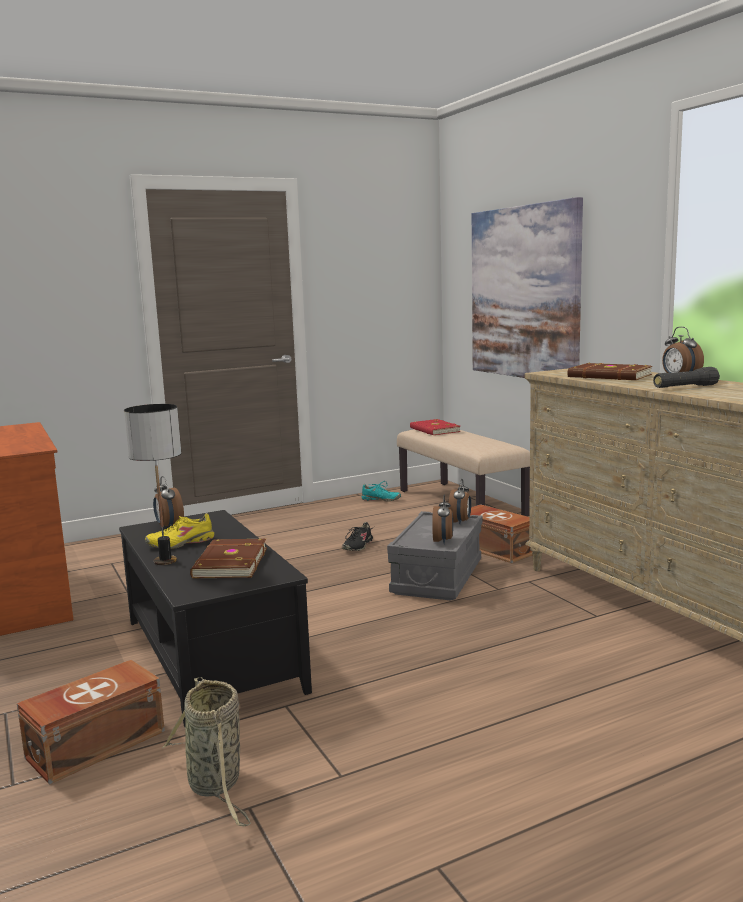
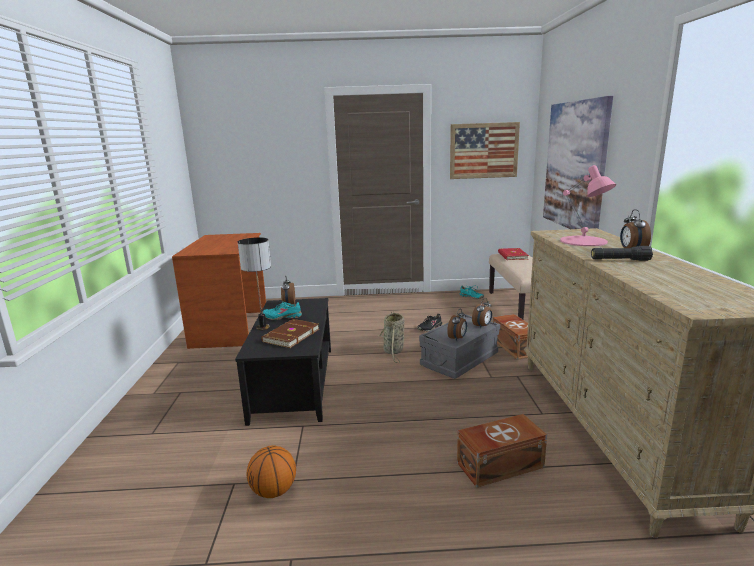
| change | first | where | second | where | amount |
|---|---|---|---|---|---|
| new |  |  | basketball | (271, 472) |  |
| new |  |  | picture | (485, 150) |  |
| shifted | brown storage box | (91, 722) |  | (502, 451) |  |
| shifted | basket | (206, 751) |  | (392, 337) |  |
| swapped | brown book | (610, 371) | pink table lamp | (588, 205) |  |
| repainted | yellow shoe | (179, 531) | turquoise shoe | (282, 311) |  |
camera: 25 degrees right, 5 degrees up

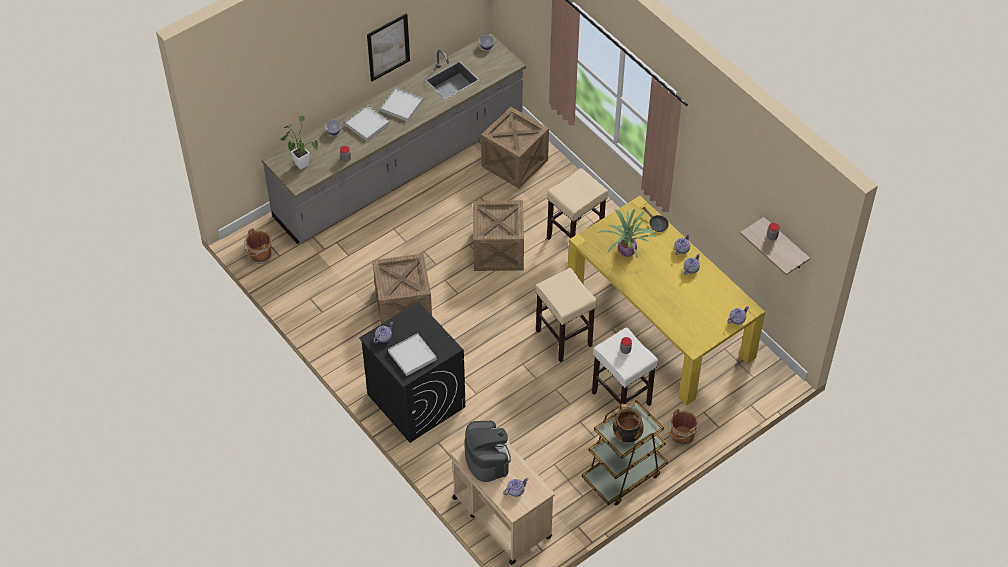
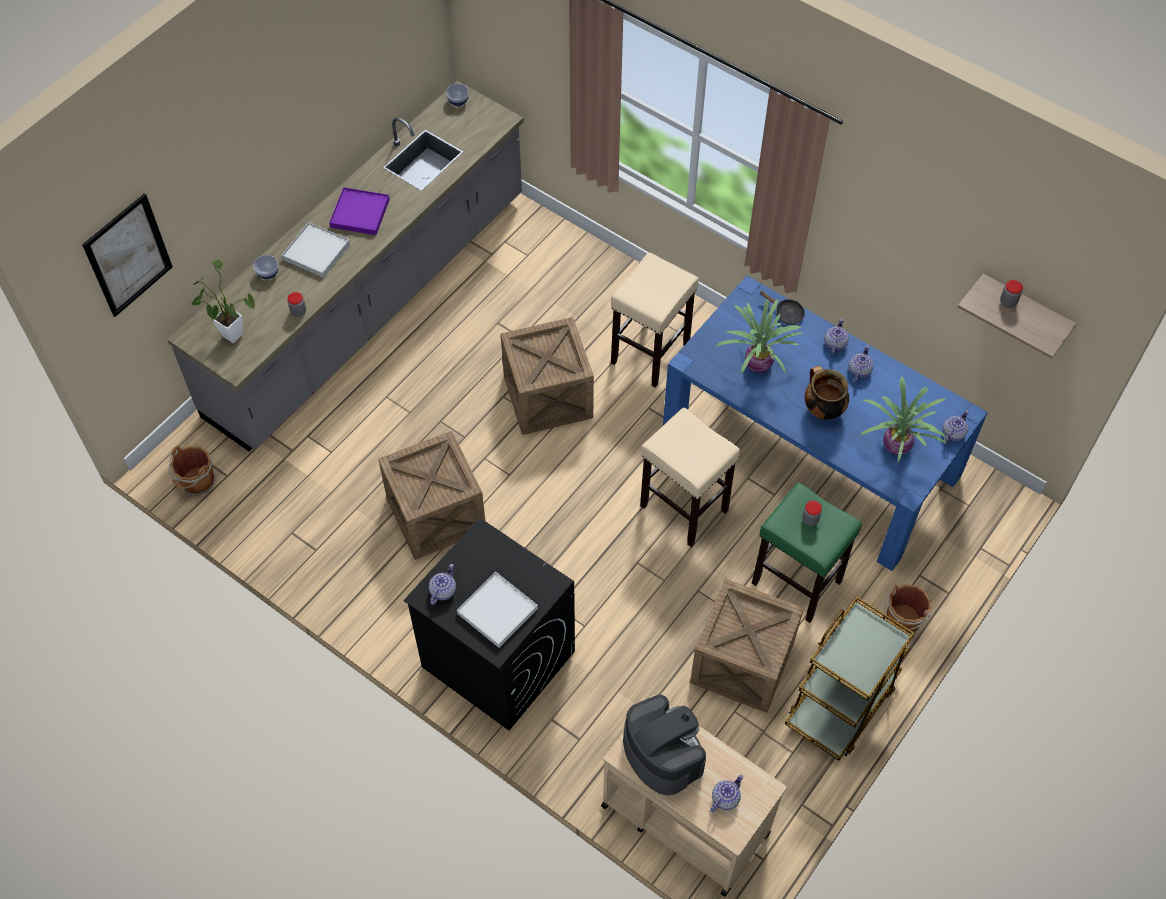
| change | first | where | second | where | amount |
|---|---|---|---|---|---|
| new |  |  | potted plant | (903, 419) |  |
| shifted | picture | (388, 47) |  | (127, 255) |  |
| shifted | crate | (515, 148) |  | (747, 646) |  |
| shifted | cooking pot | (628, 423) |  | (827, 393) |  |
| repainted | white tray | (401, 105) | purple tray | (359, 211) |  |
| repainted | yellow dining table | (666, 301) | blue dining table | (825, 423) |  |
| repainted | white stool | (625, 366) | green stool | (807, 553) |  |
camera: 15 degrees left, 5 degrees up

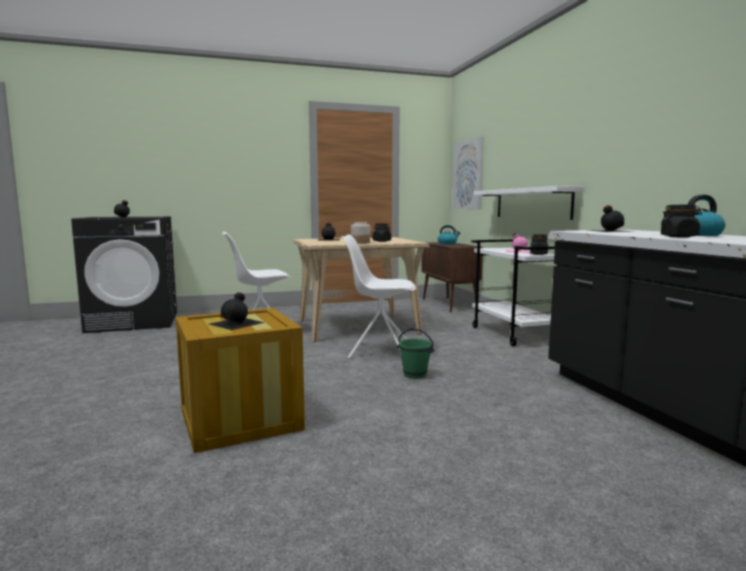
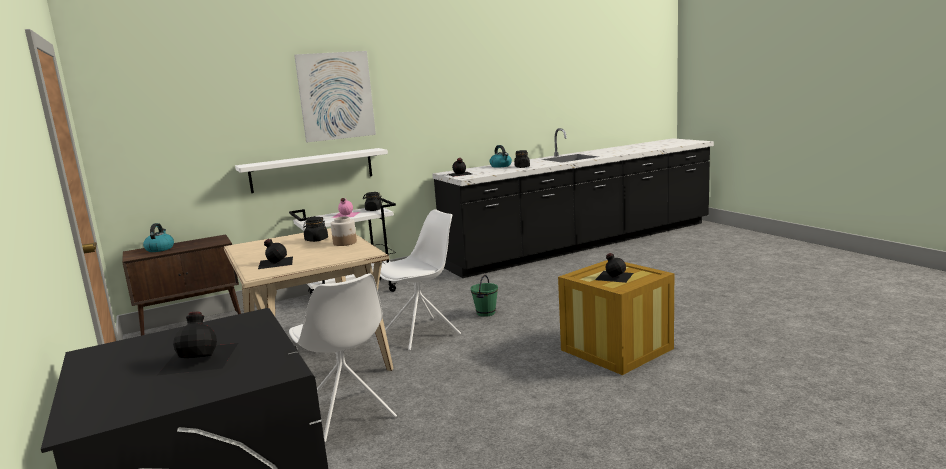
| change | first | where | second | where | amount |
|---|---|---|---|---|---|
| shifted | picture | (468, 173) |  | (335, 96) |  |
| rotated | white chair | (378, 296) |  | (420, 280) | 120 degrees counterclockwise |
camera: 100 degrees left, 5 degrees up

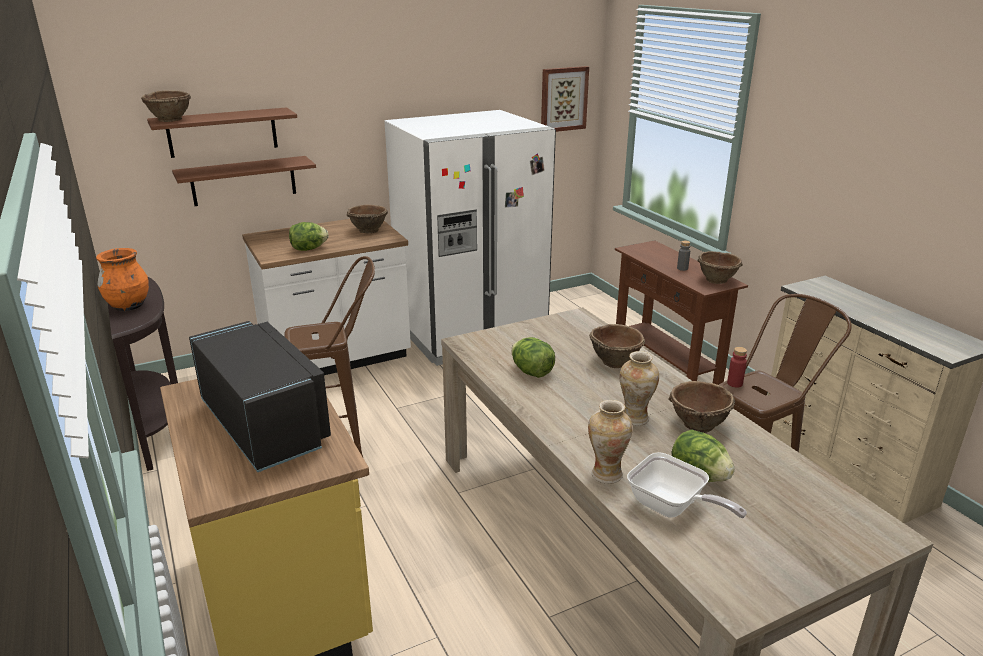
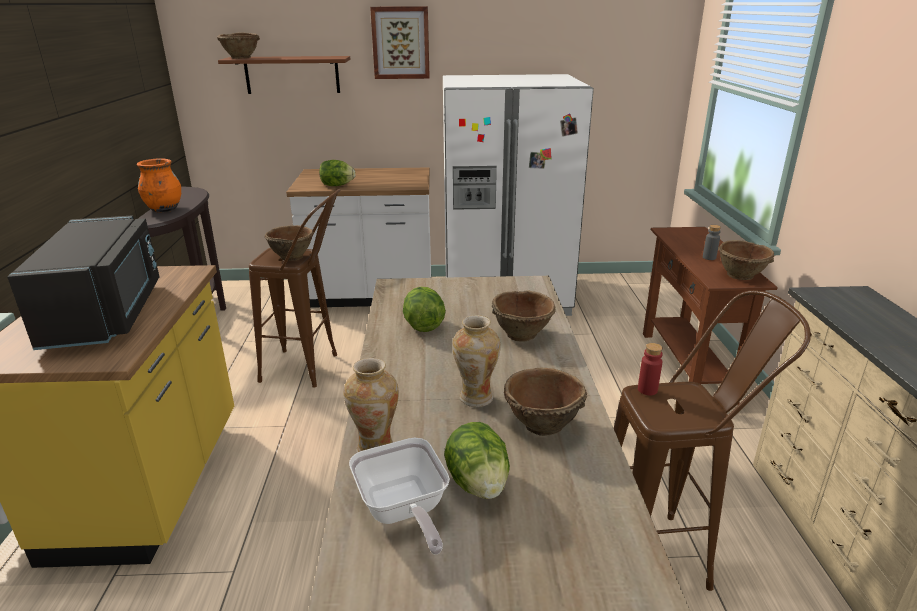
| change | first | where | second | where | amount |
|---|---|---|---|---|---|
| gone | brown shelf | (244, 181) |  |  |  |
| shifted | brown bowl | (367, 218) |  | (289, 243) |  |
| shifted | picture | (565, 99) |  | (400, 42) |  |
camera: 25 degrees right, 0 degrees up

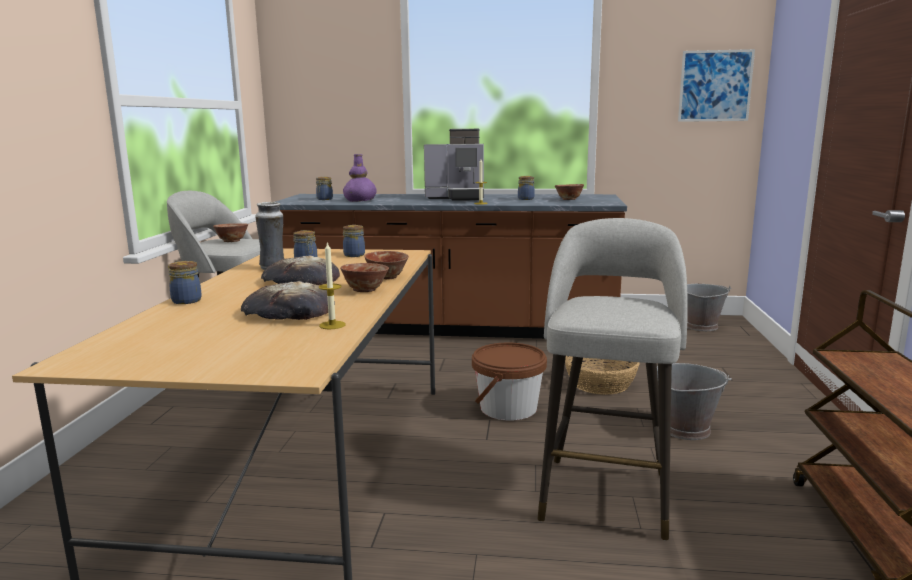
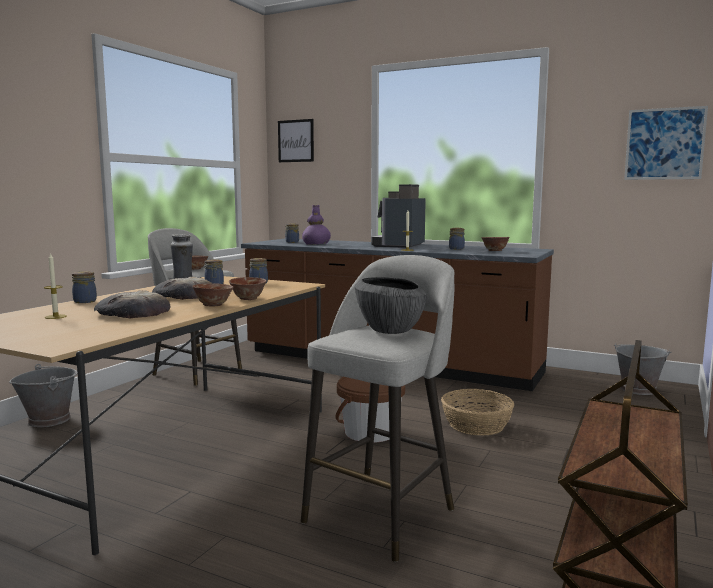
| change | first | where | second | where | amount |
|---|---|---|---|---|---|
| new |  |  | picture | (296, 140) |  |
| new |  |  | bowl | (391, 305) |  |
| shifted | candle | (332, 285) |  | (55, 286) |  |
| shifted | grey bucket | (694, 401) |  | (43, 395) |  |
| rotated | coffee machine | (454, 165) |  | (398, 216) | 90 degrees clockwise |
camera: 20 degrees right, 5 degrees down

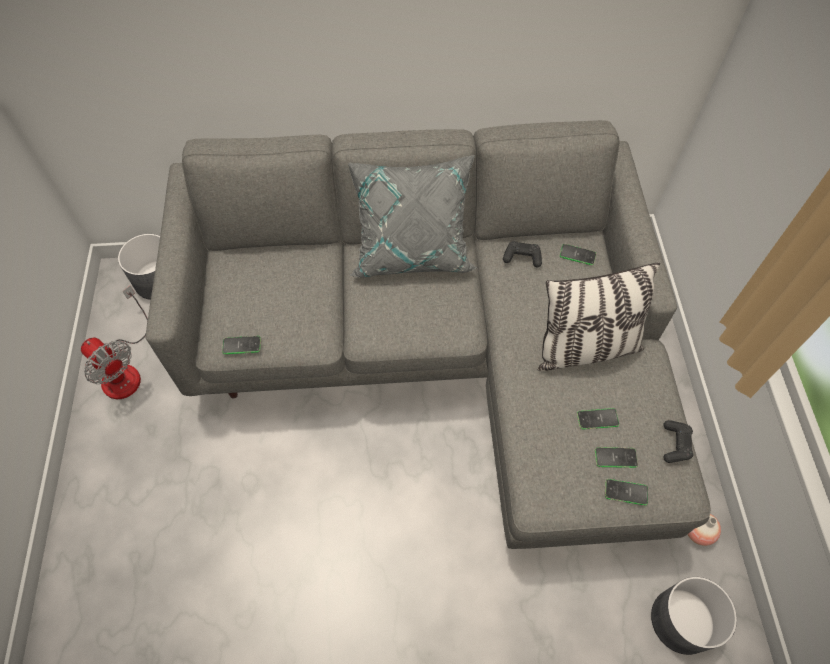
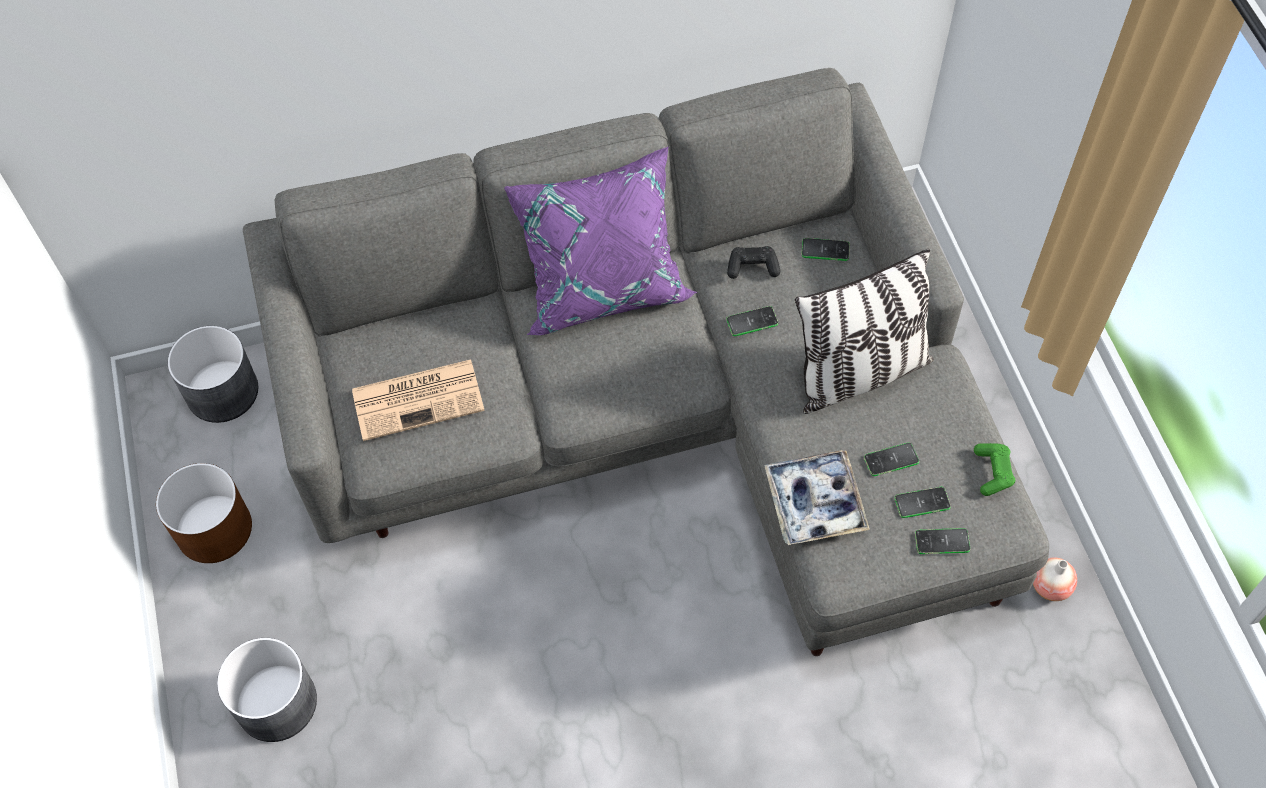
| change | first | where | second | where | amount |
|---|---|---|---|---|---|
| new |  |  | newspaper | (418, 400) |  |
| new |  |  | tray | (817, 497) |  |
| shifted | phone | (241, 345) |  | (752, 321) |  |
| shifted | grey planter | (694, 616) |  | (267, 690) |  |
| swapped | fan | (114, 342) | brown planter | (204, 513) |  |
| repainted | grey pillow | (413, 216) | purple pillow | (600, 241) |  |
| repainted | black game controller | (678, 441) | green game controller | (994, 469) |  |
camera: 10 degrees left, 0 degrees up

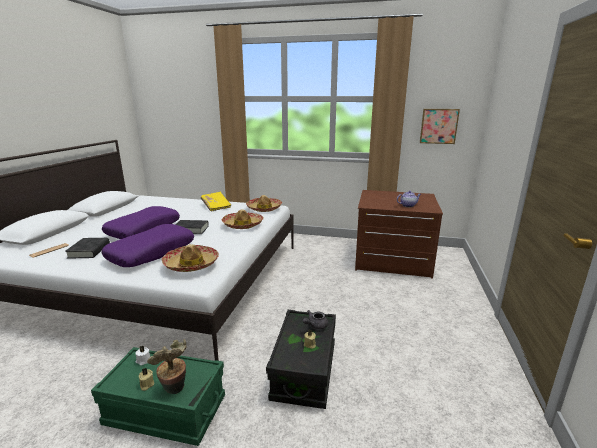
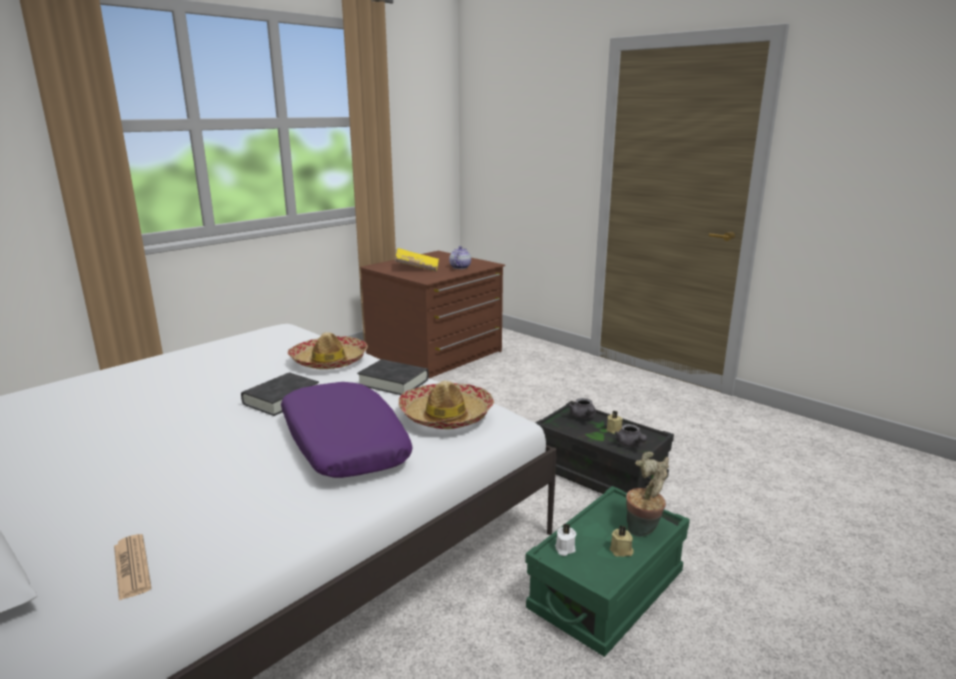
| change | first | where | second | where | amount |
|---|---|---|---|---|---|
| gone | purple pillow | (141, 222) |  |  |  |
| gone | hat | (264, 203) |  |  |  |
| gone | picture | (440, 126) |  |  |  |
| new |  |  | grey teapot | (631, 435) |  |
| shifted | black book | (87, 248) |  | (393, 377) |  |
| shifted | yellow book | (216, 202) |  | (417, 260) |  |
camera: 60 degrees left, 0 degrees up

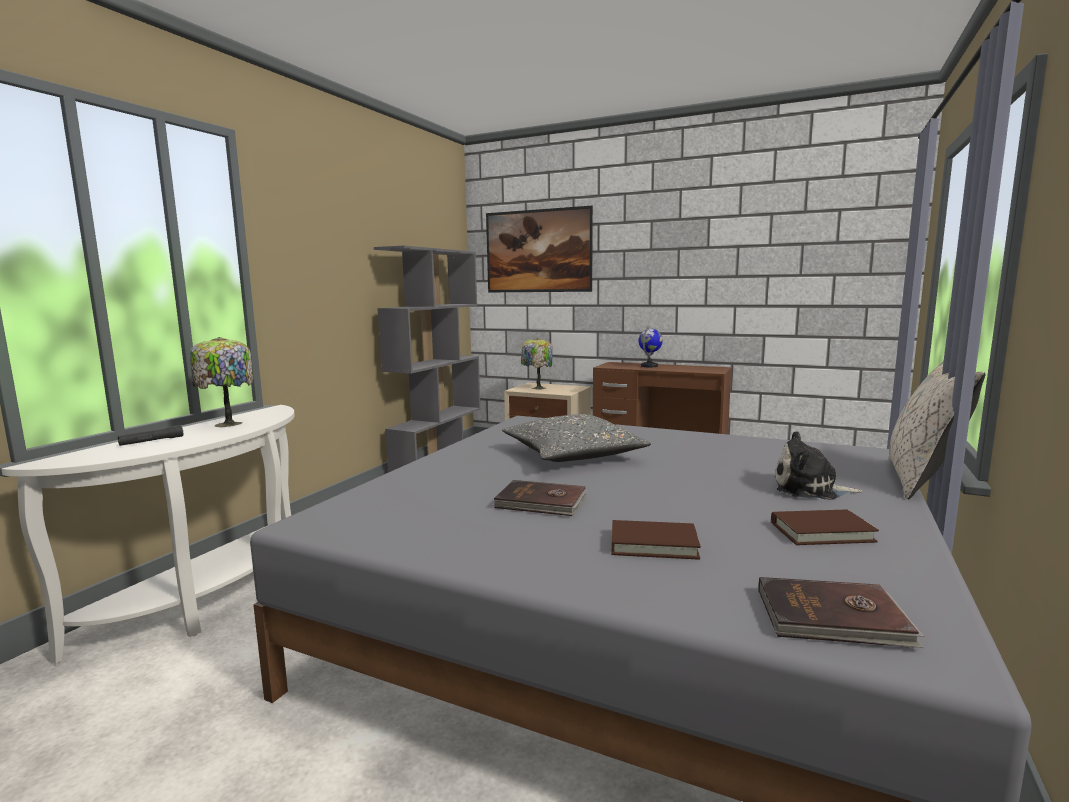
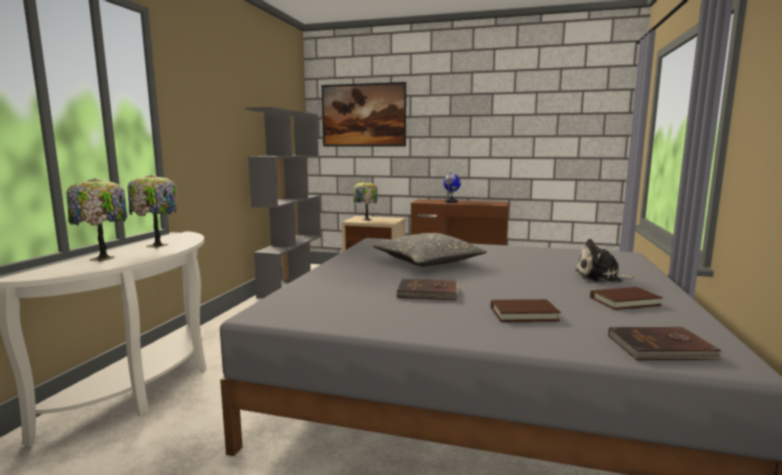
| change | first | where | second | where | amount |
|---|---|---|---|---|---|
| gone | beige pillow | (936, 429) |  |  |  |
| swapped | black flashlight | (150, 435) | table lamp | (96, 219) |  |
camera: 10 degrees left, 0 degrees up

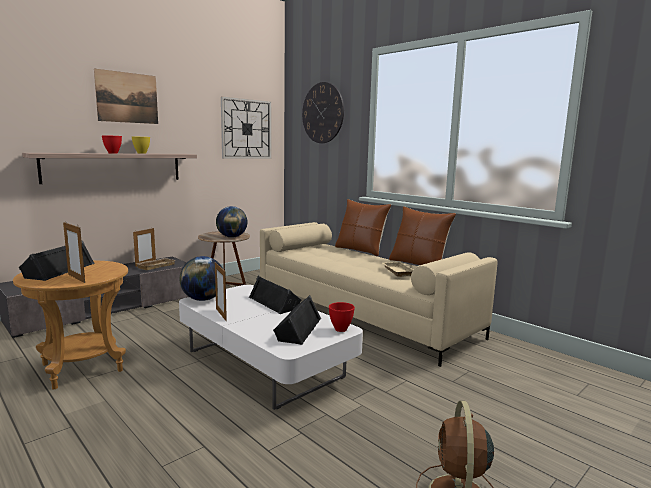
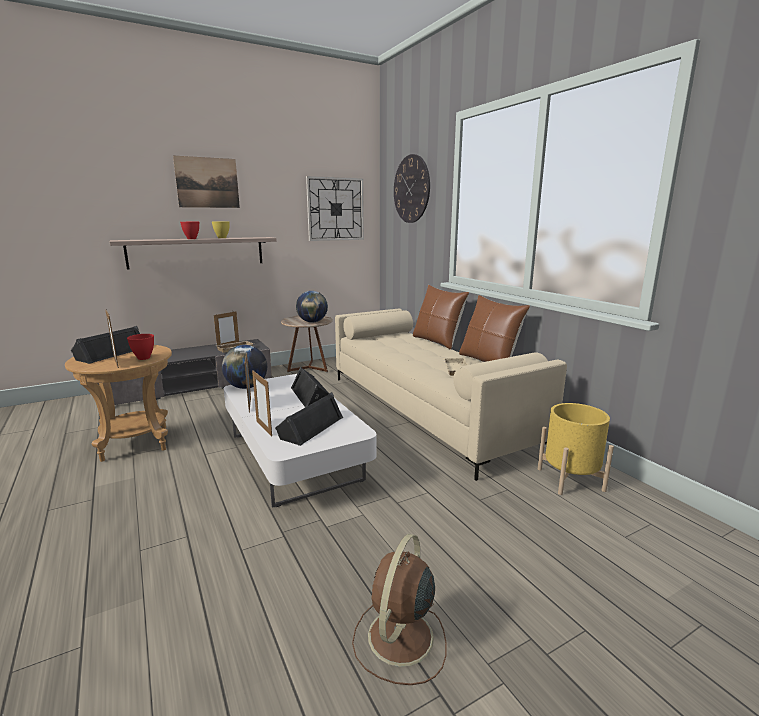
| change | first | where | second | where | amount |
|---|---|---|---|---|---|
| new |  |  | picture frame | (262, 403) |  |
| new |  |  | yellow planter | (576, 449) |  |
| shifted | red bowl | (342, 317) |  | (140, 347) |  |
camera: 15 degrees right, 5 degrees up

